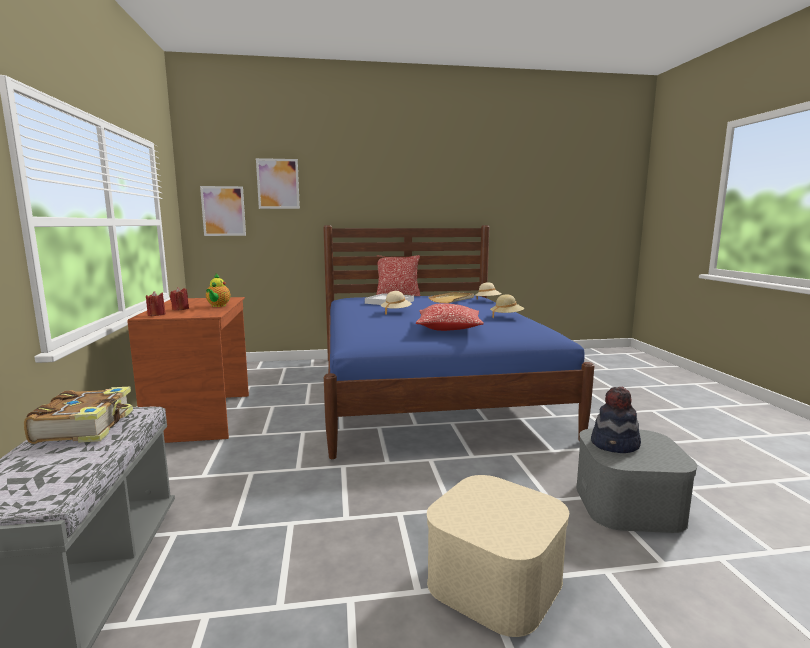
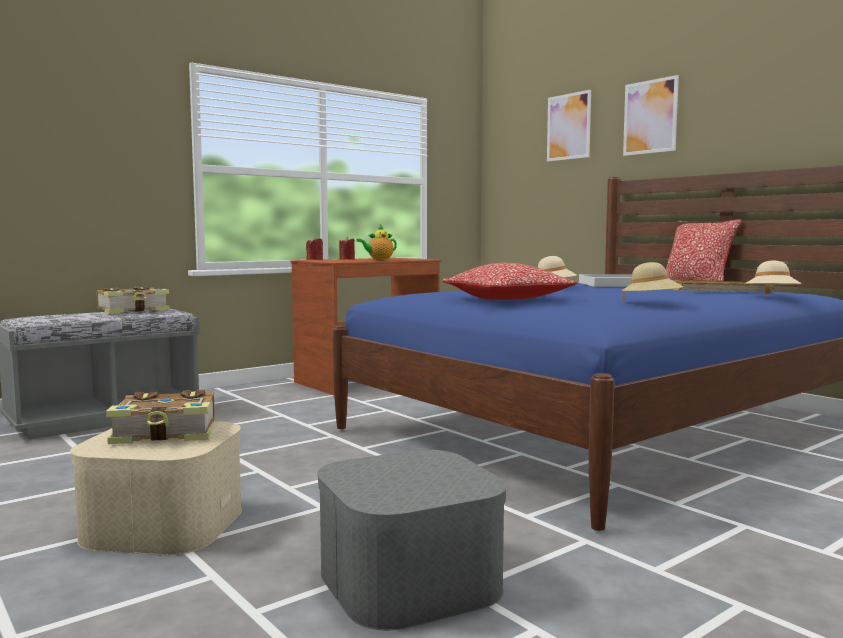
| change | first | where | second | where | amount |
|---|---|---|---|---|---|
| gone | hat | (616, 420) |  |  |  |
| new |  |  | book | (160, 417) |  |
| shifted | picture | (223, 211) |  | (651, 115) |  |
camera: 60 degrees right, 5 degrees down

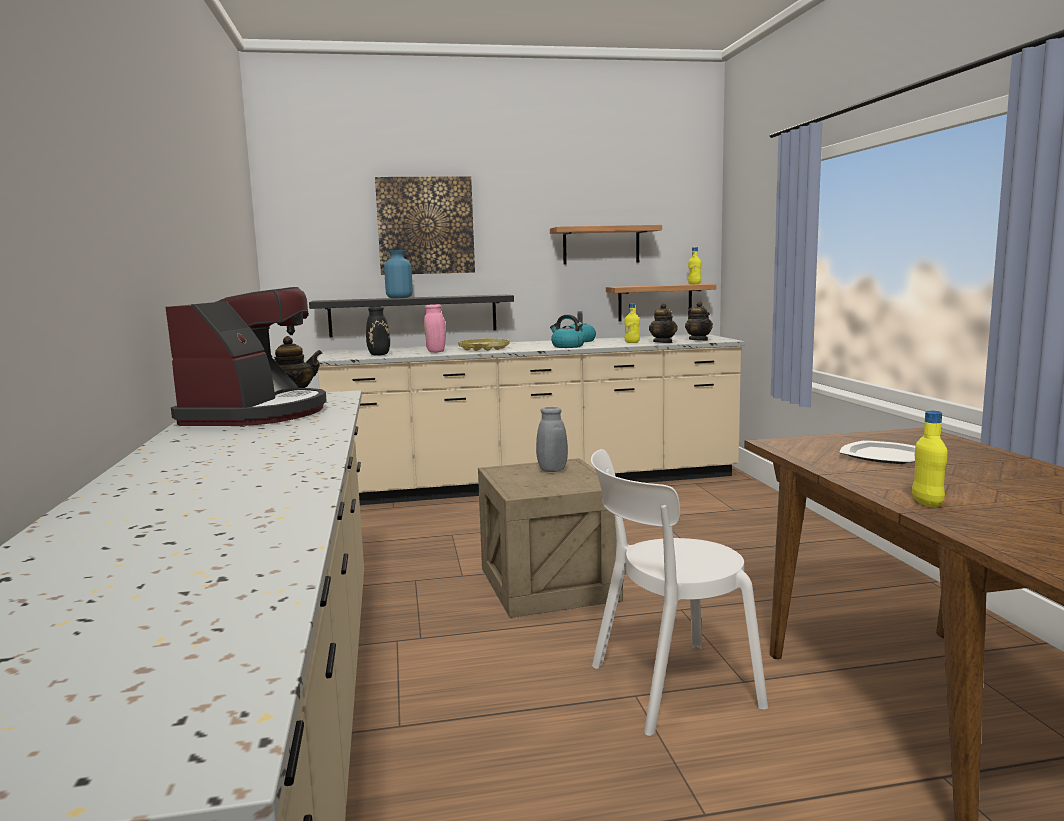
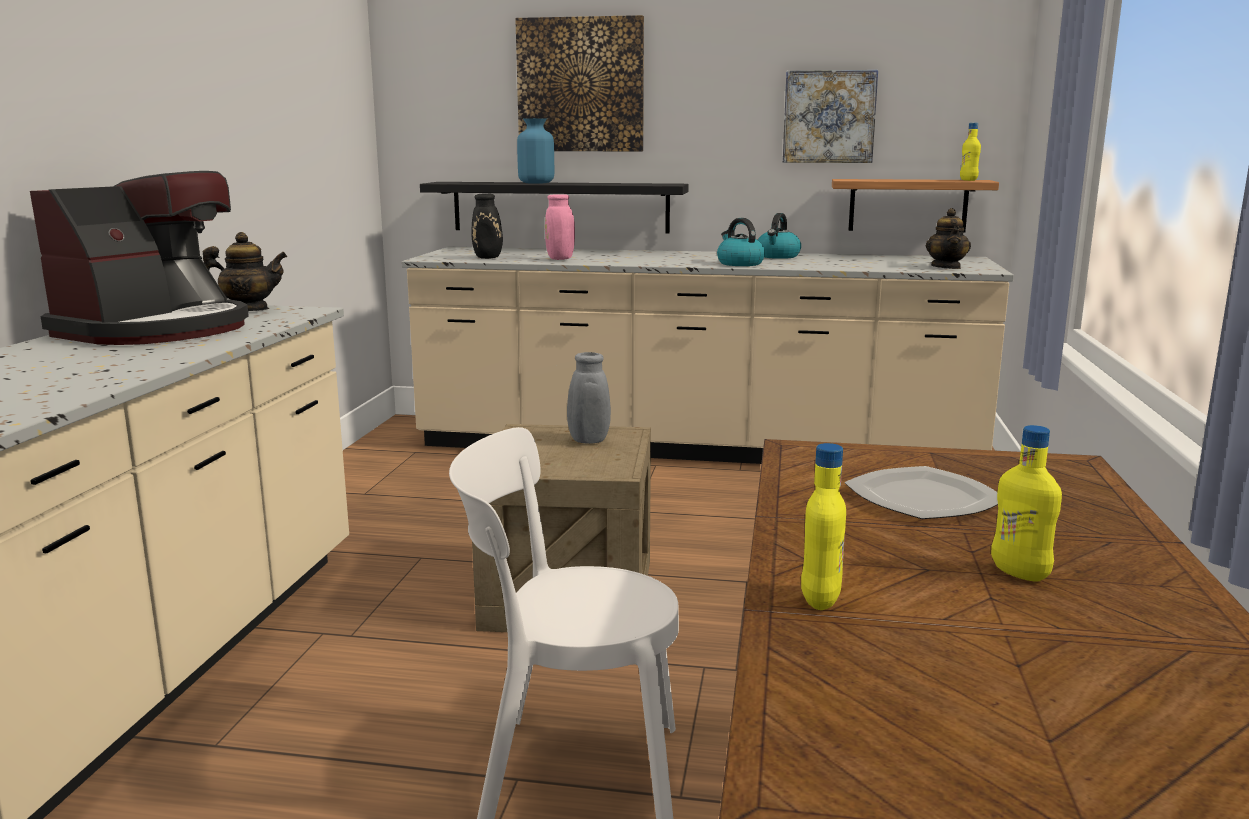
| change | first | where | second | where | amount |
|---|---|---|---|---|---|
| gone | yellow tray | (484, 344) |  |  |  |
| gone | teapot | (663, 323) |  |  |  |
| shifted | yellow bottle | (632, 323) |  | (1026, 503) |  |
| swapped | shelf | (606, 245) | picture | (830, 116) |  |
camera: 20 degrees right, 5 degrees up

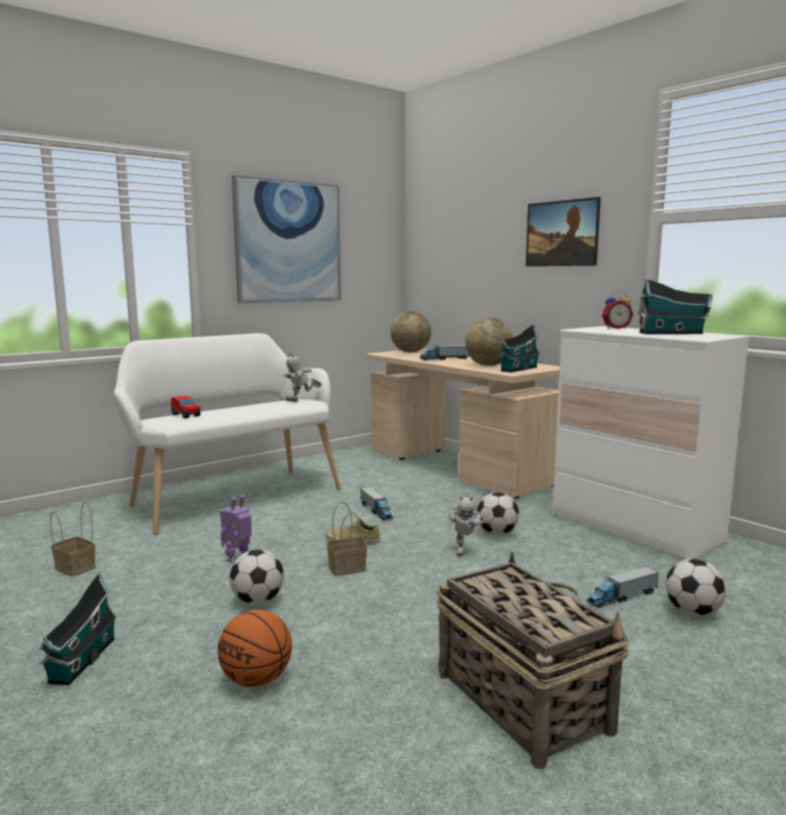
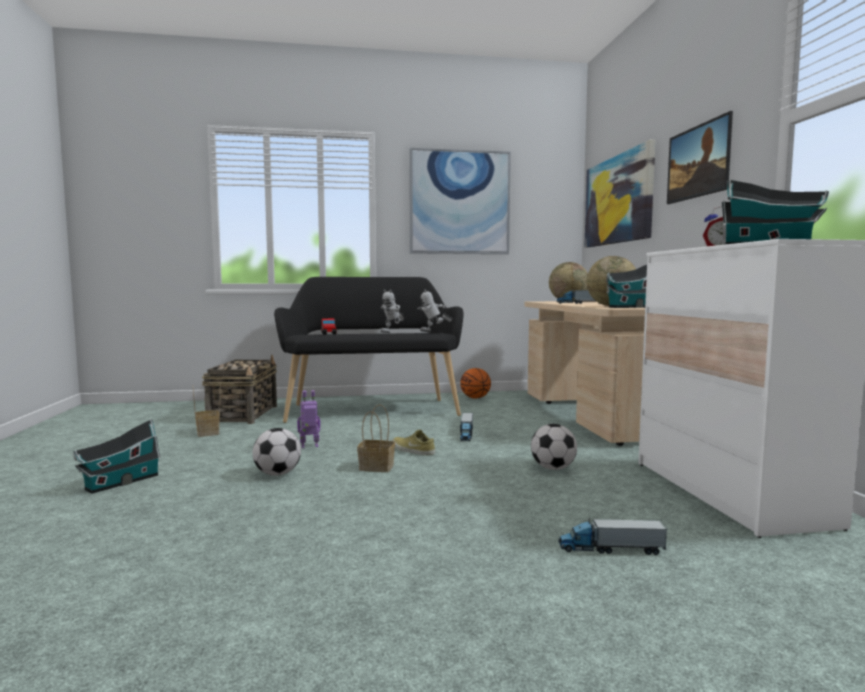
| change | first | where | second | where | amount |
|---|---|---|---|---|---|
| gone | football | (696, 587) |  |  |  |
| new |  |  | picture | (619, 193) |  |
| shifted | basketball | (255, 648) |  | (475, 383) |  |
| shifted | basket | (533, 660) |  | (239, 389) |  |
| shifted | toy robot | (466, 526) |  | (392, 311) |  |
| repainted | white bench | (227, 434) | black bench | (369, 350) |  |
camera: 30 degrees right, 5 degrees down

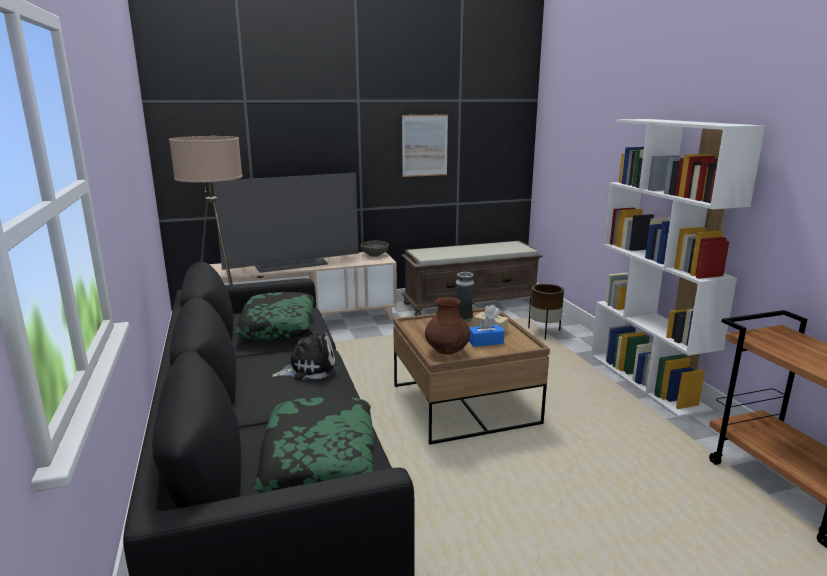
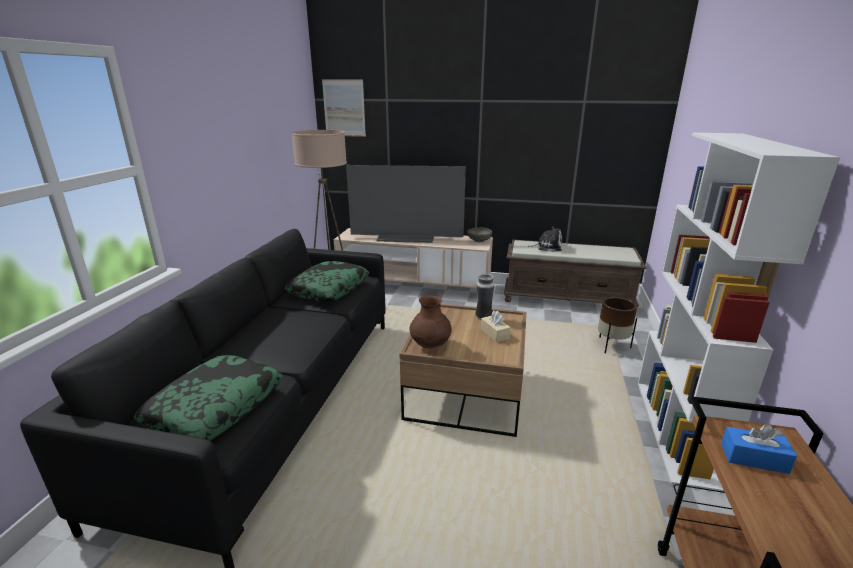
| change | first | where | second | where | amount |
|---|---|---|---|---|---|
| shifted | plush toy | (304, 353) |  | (544, 239) |  |
| shifted | picture | (425, 145) |  | (344, 108) |  |
| shifted | blue tissue box | (486, 332) |  | (759, 449) |  |
camera: 30 degrees right, 5 degrees up

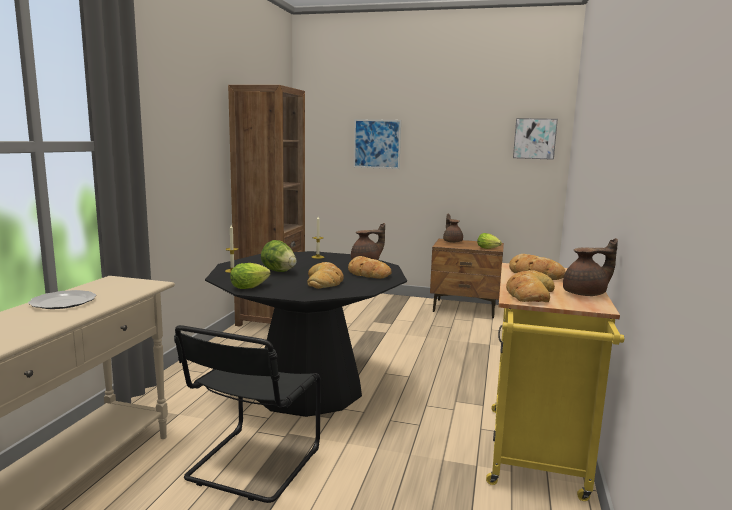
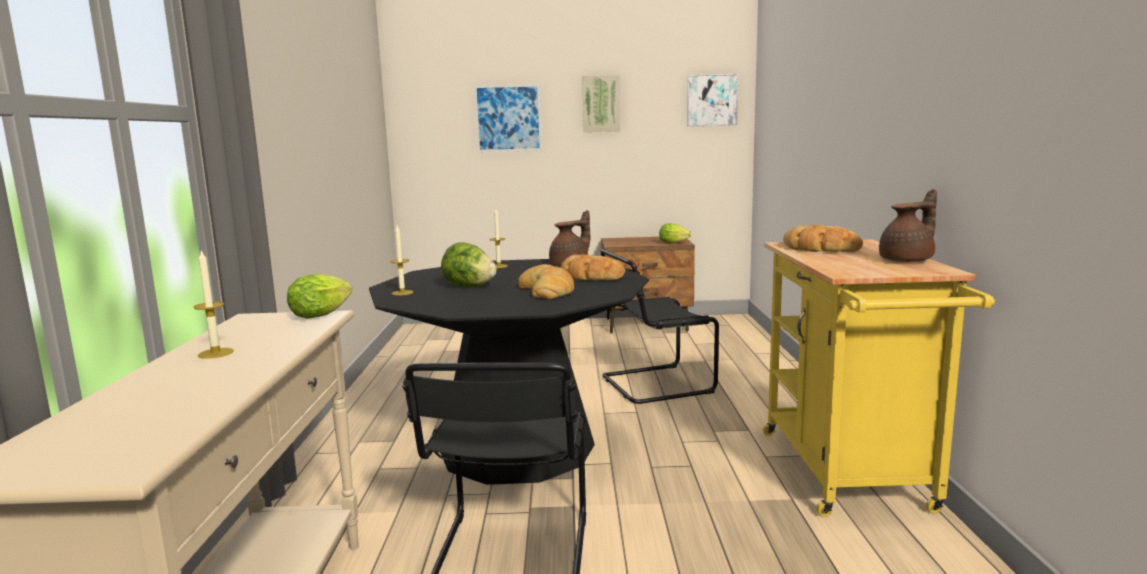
| change | first | where | second | where | amount |
|---|---|---|---|---|---|
| gone | brown bookcase | (266, 205) |  |  |  |
| gone | brown teapot | (453, 228) |  |  |  |
| gone | bread | (530, 286) |  |  |  |
| new |  |  | picture | (601, 103) |  |
| new |  |  | black chair | (659, 326) |  |
| shifted | lettuce | (250, 276) |  | (320, 296) |  |
| swapped | plate | (62, 299) | candle | (213, 304) |  |
camera: 15 degrees left, 0 degrees up

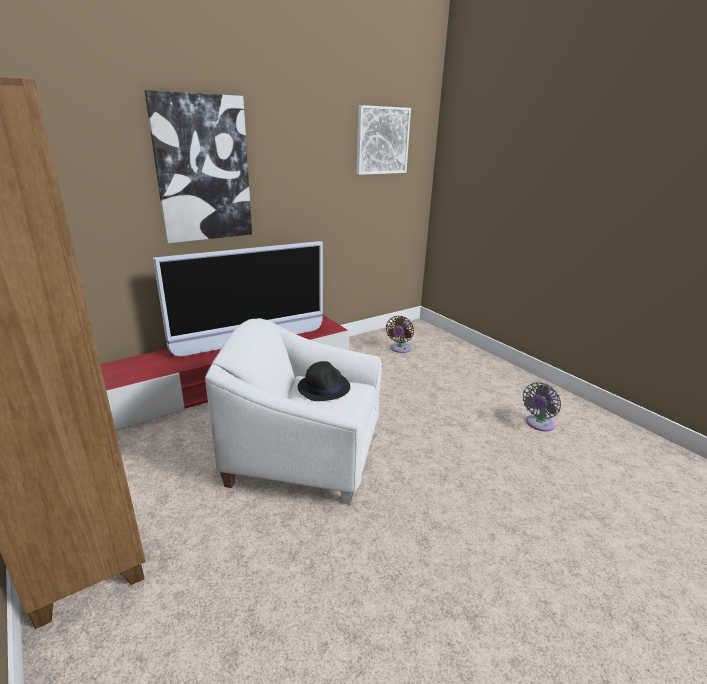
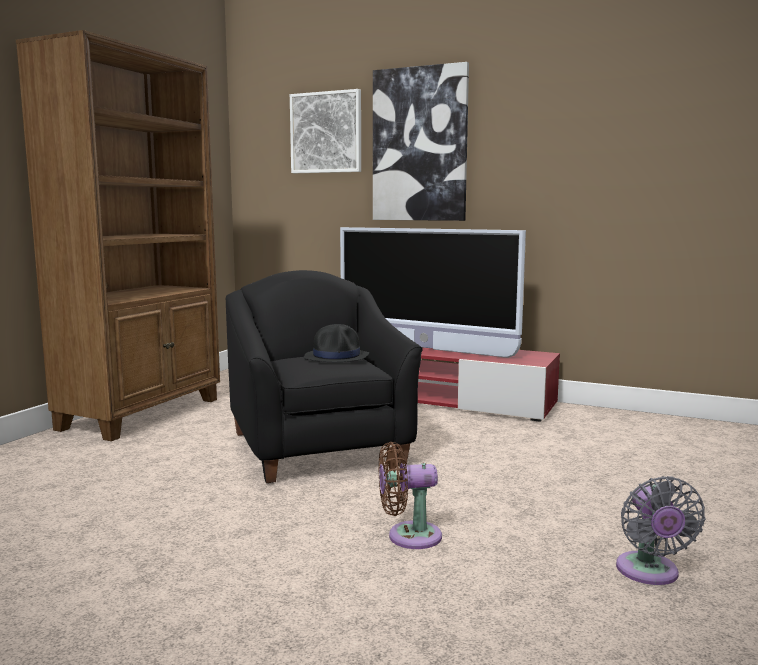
| change | first | where | second | where | amount |
|---|---|---|---|---|---|
| shifted | picture | (383, 140) |  | (325, 131) |  |
| shifted | brown fan | (400, 334) |  | (410, 495) |  |
| repainted | white armchair | (293, 411) | black armchair | (324, 376) |  |
| rotated | grey fan | (542, 406) |  | (661, 530) | 105 degrees counterclockwise |
camera: 60 degrees right, 15 degrees down

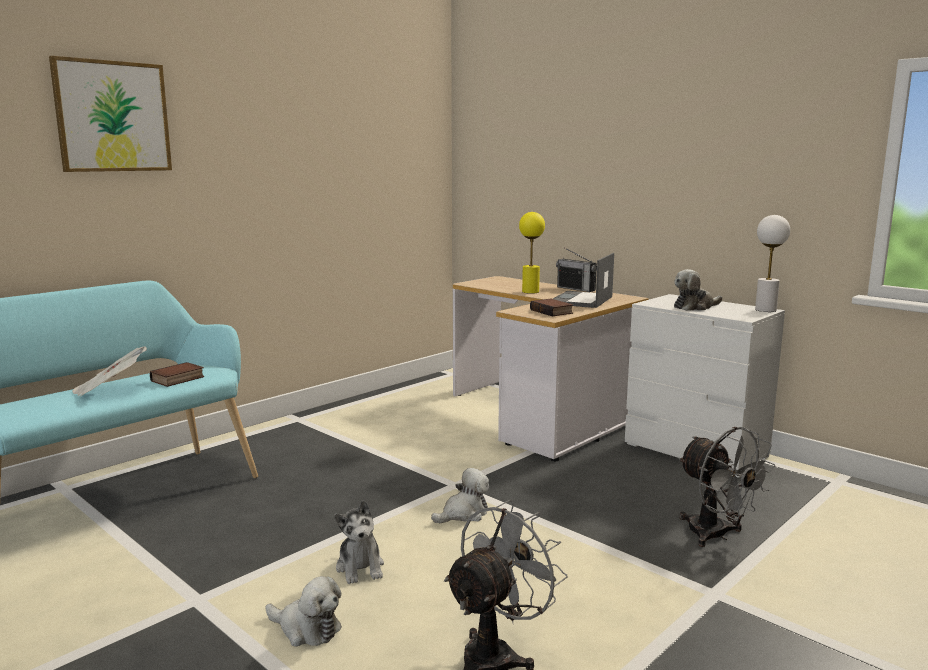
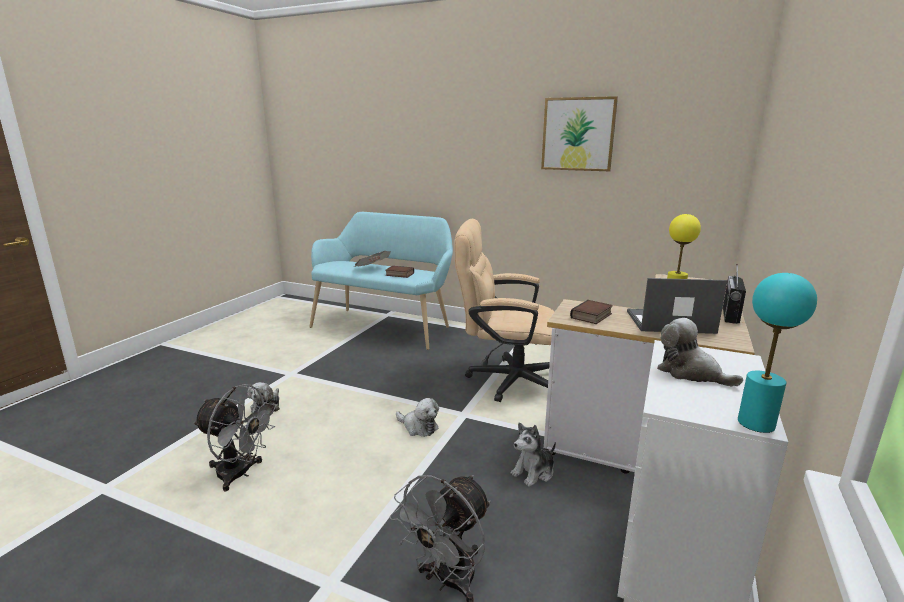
| change | first | where | second | where | amount |
|---|---|---|---|---|---|
| new |  |  | beige office chair | (504, 310) |  |
| shifted | picture | (110, 114) |  | (579, 133) |  |
| shifted | plush toy | (359, 542) |  | (533, 454) |  |
| repainted | white table lamp | (772, 263) | turquoise table lamp | (777, 353) |  |
camera: 70 degrees right, 5 degrees up

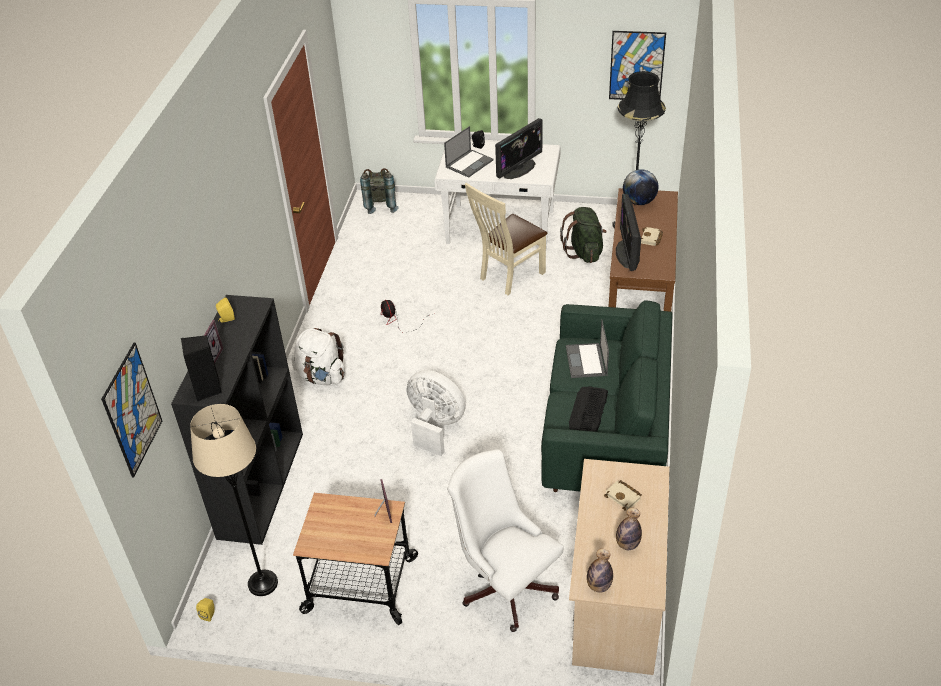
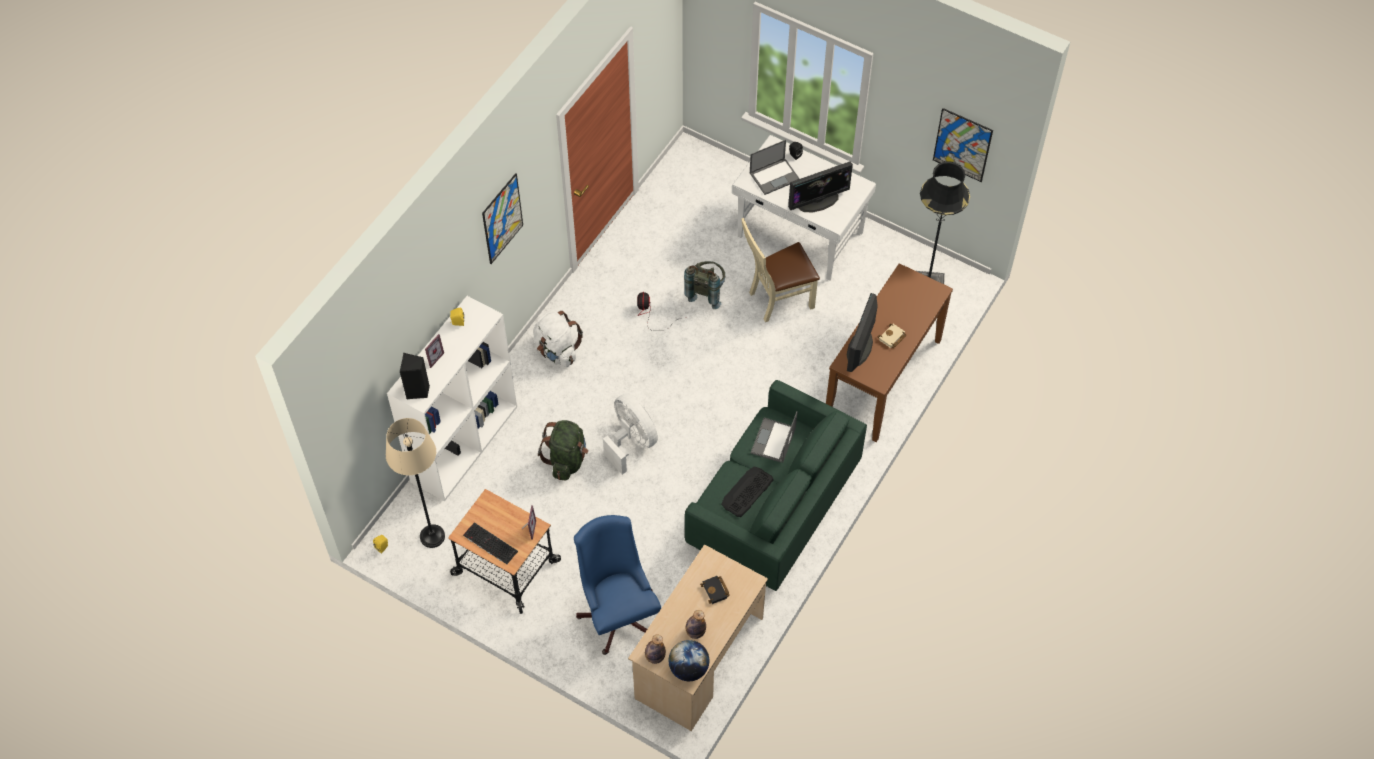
| change | first | where | second | where | amount |
|---|---|---|---|---|---|
| new |  |  | keyboard | (490, 543) |  |
| shifted | picture | (131, 410) |  | (502, 218) |  |
| shifted | grey backpack | (379, 191) |  | (704, 285) |  |
| shifted | green backpack | (583, 235) |  | (563, 450) |  |
| shifted | globe | (640, 187) |  | (689, 660) |  |
| repainted | black bookcase | (237, 420) | white bookcase | (452, 398) |  |
| repainted | white office chair | (505, 540) | blue office chair | (617, 585) |  |
| repainted | beige book | (623, 495) | black book | (715, 590) |  |
camera: 20 degrees right, 15 degrees up

